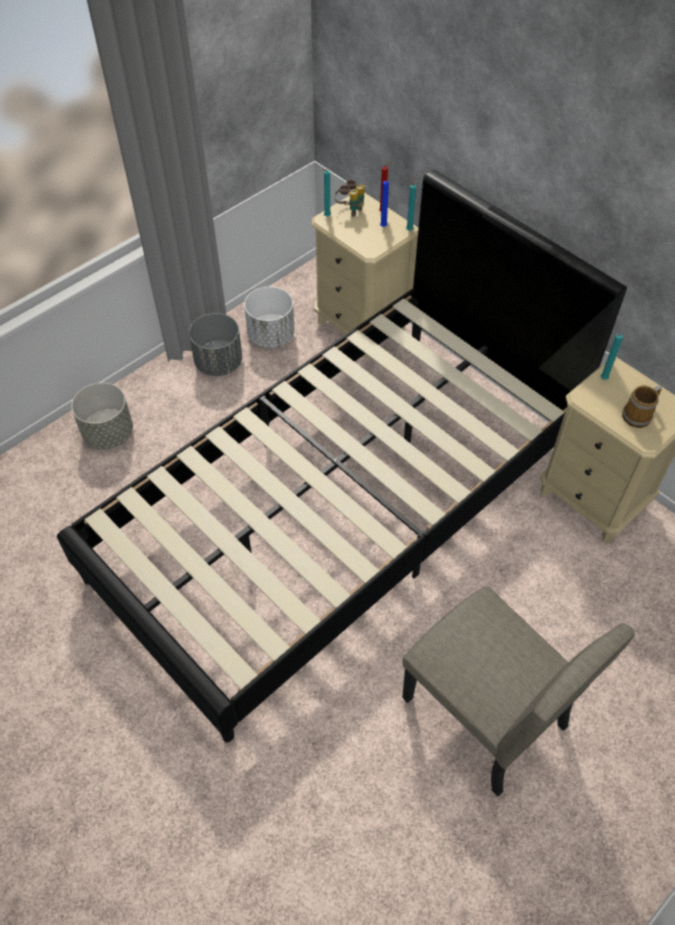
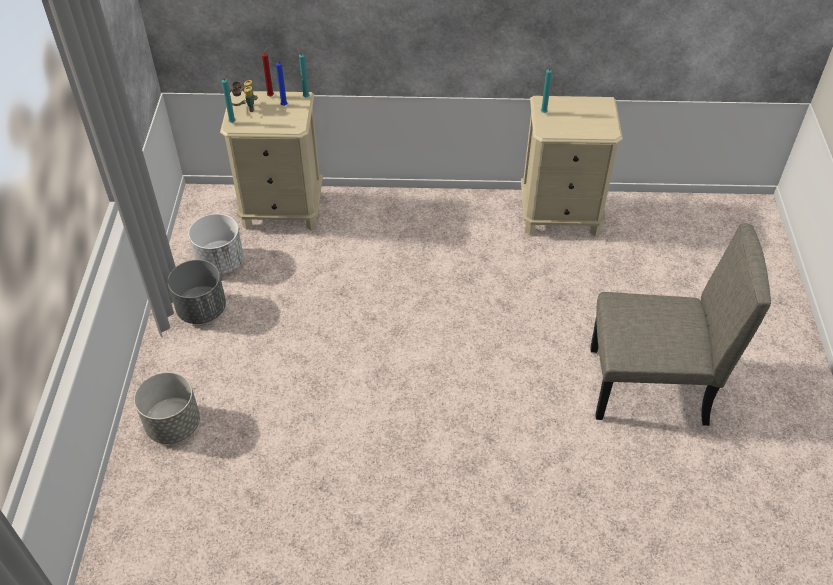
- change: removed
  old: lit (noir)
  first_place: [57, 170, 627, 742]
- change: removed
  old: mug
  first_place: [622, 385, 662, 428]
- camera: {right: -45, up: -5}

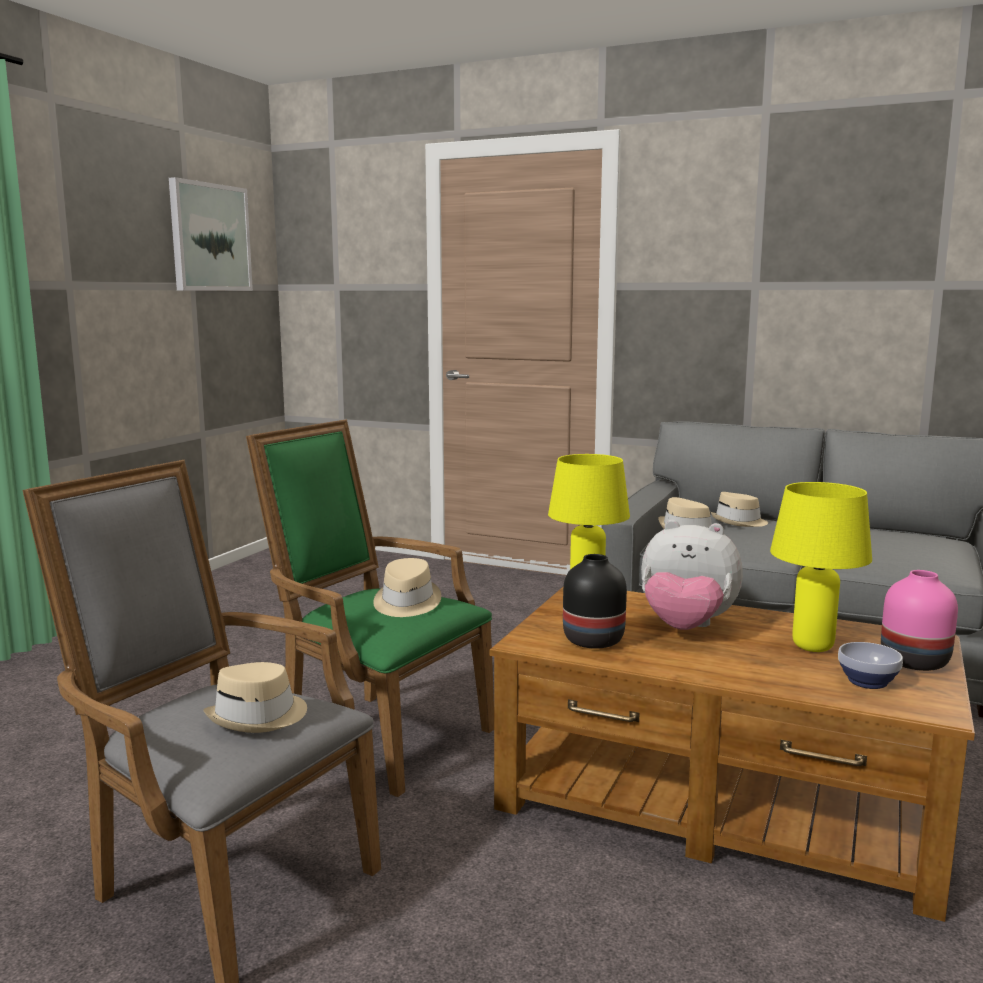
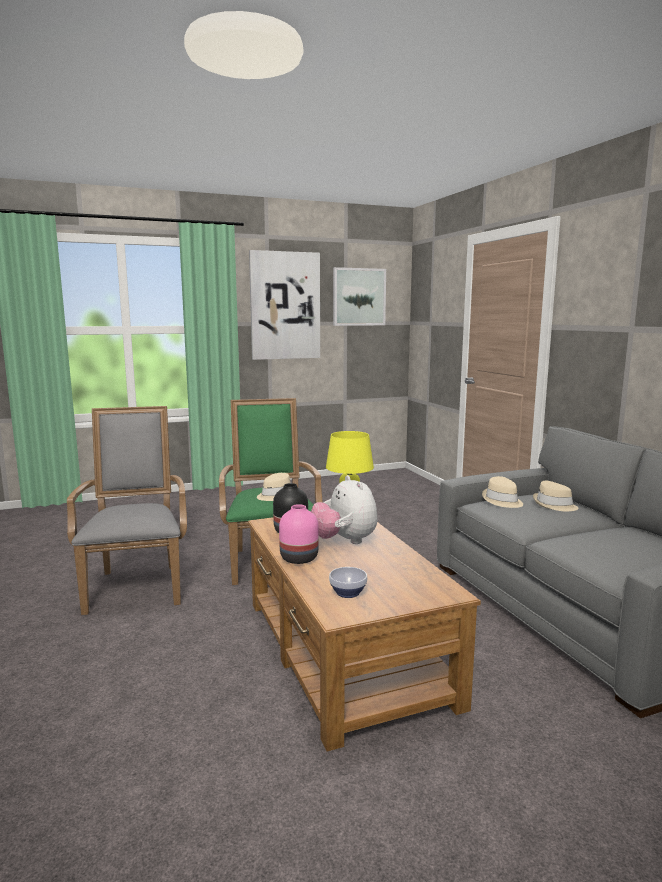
- change: added
  new: tableau
  second_place: [249, 250, 320, 360]
- change: moved
  old: vase (rose)
  first_place: [881, 570, 958, 671]
  second_place: [279, 504, 319, 564]
- change: removed
  old: chapeau (beige)
  first_place: [203, 662, 307, 733]
- change: removed
  old: lampe de table (jaune)
  first_place: [770, 482, 872, 652]
- camera: {right: 45, up: 0}

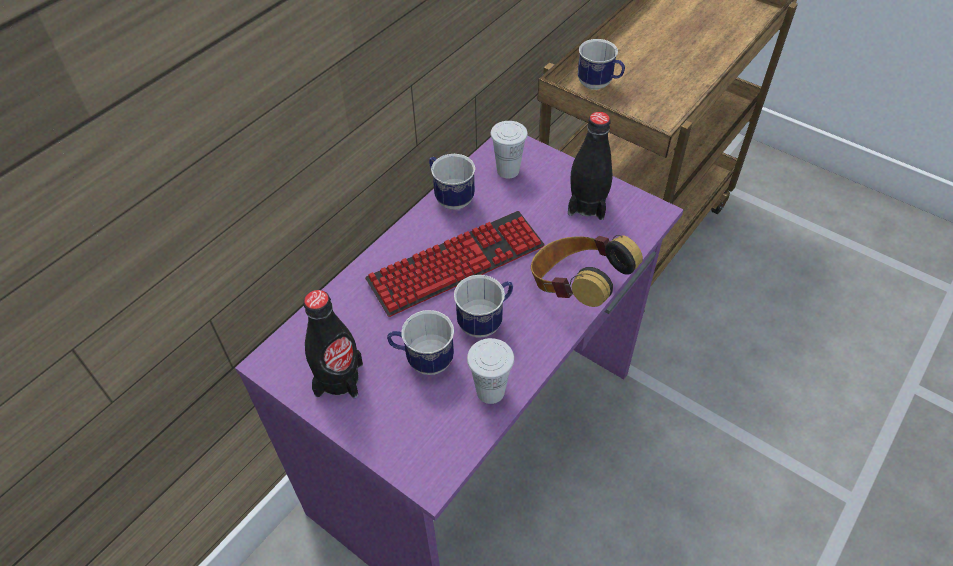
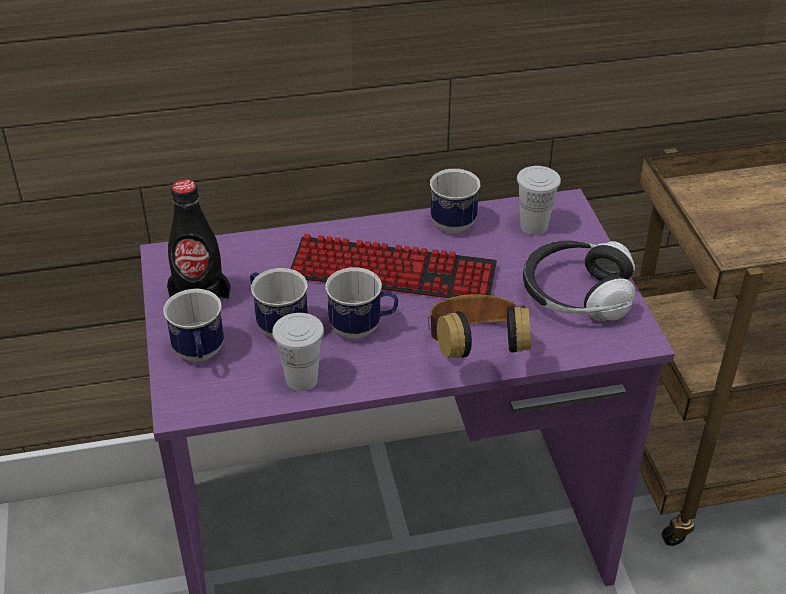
- change: moved
  old: mug
  first_place: [578, 39, 625, 90]
  second_place: [164, 289, 224, 362]
- change: replaced
  old: bouteille (noir)
  new: casque audio
  first_place: [568, 112, 613, 220]
  second_place: [523, 240, 635, 321]
- camera: {right: 40, up: -10}

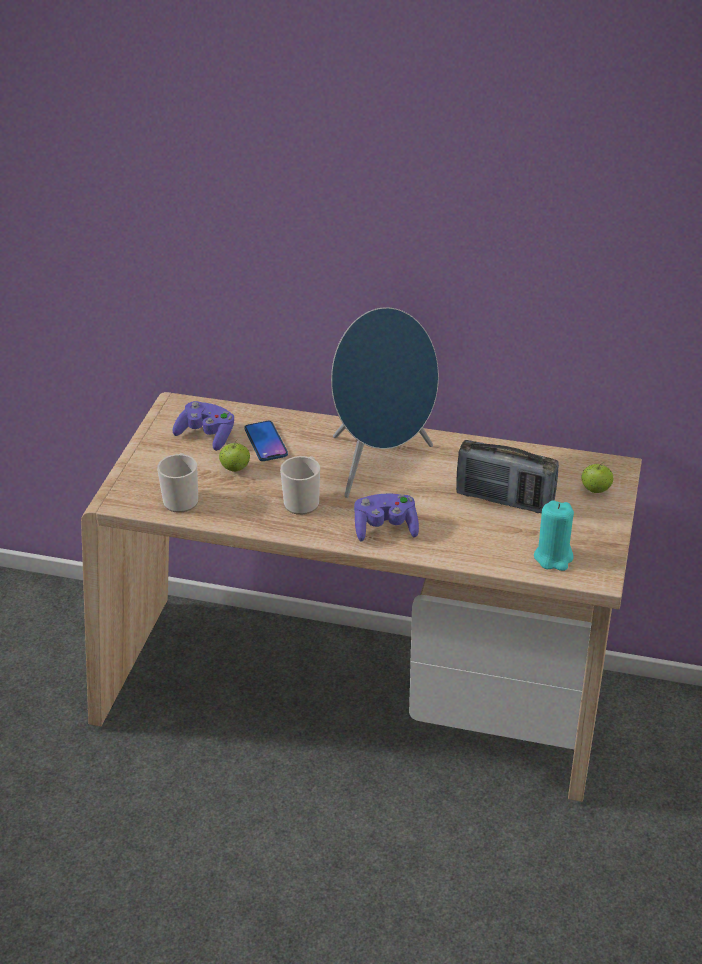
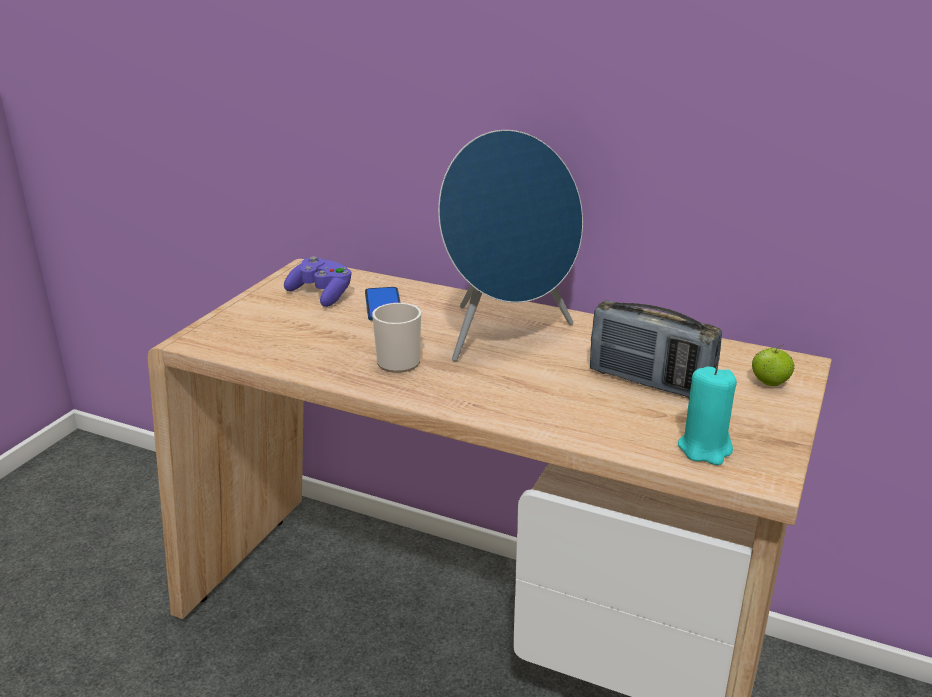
- change: removed
  old: mug
  first_place: [157, 453, 198, 513]
- change: removed
  old: pomme
  first_place: [219, 439, 250, 472]
- change: removed
  old: manette (violet)
  first_place: [354, 494, 419, 542]
- camera: {right: 10, up: -10}

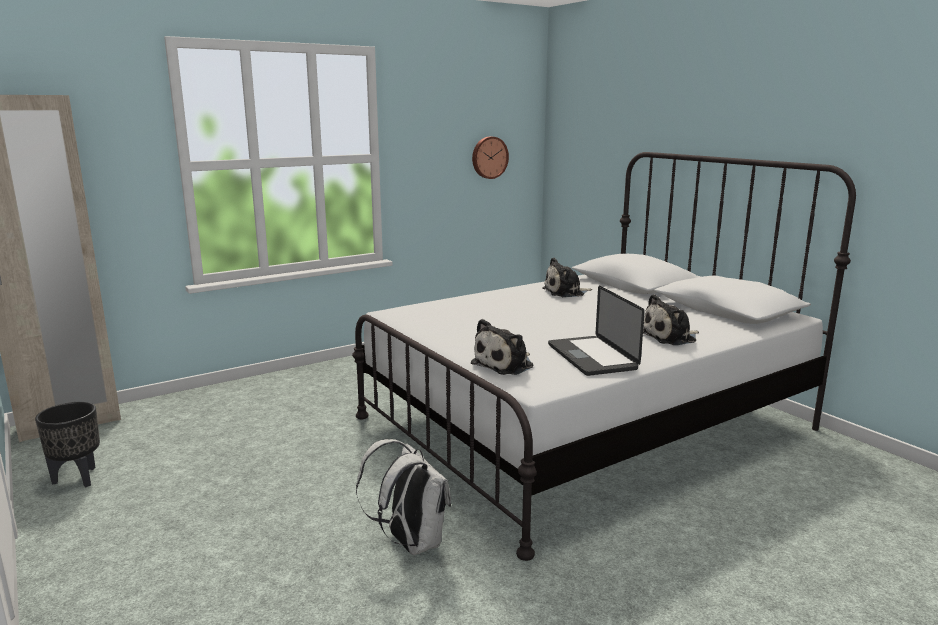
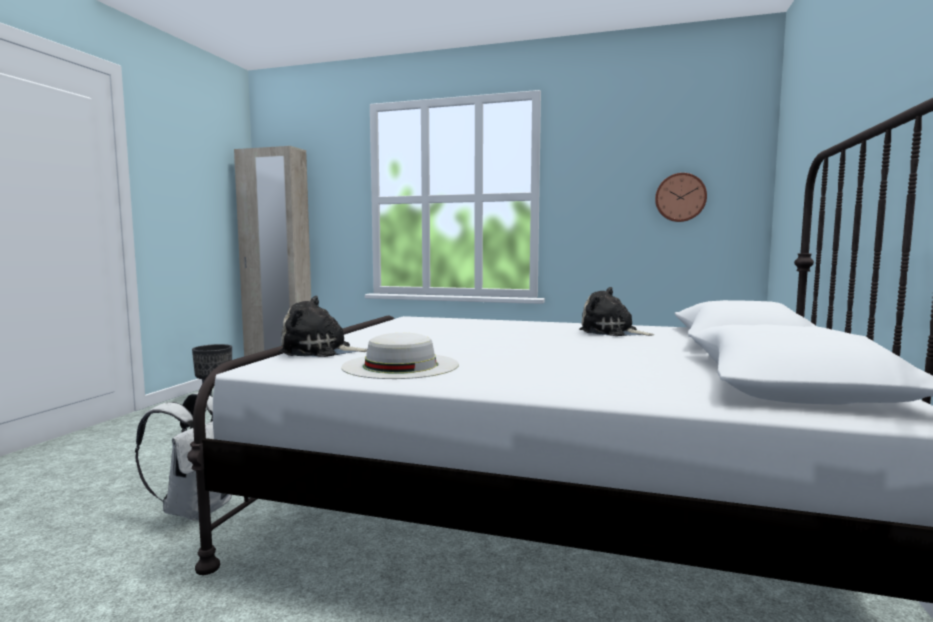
- change: replaced
  old: ordinateur portable
  new: chapeau (blanc)
  first_place: [548, 285, 645, 376]
  second_place: [341, 333, 459, 379]
- change: removed
  old: peluche
  first_place: [643, 294, 699, 345]
- camera: {right: 50, up: -10}

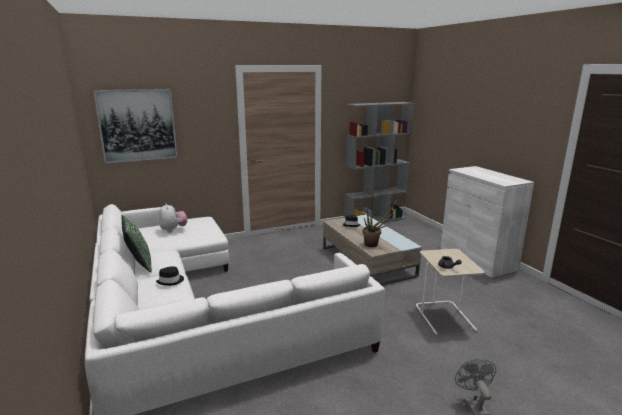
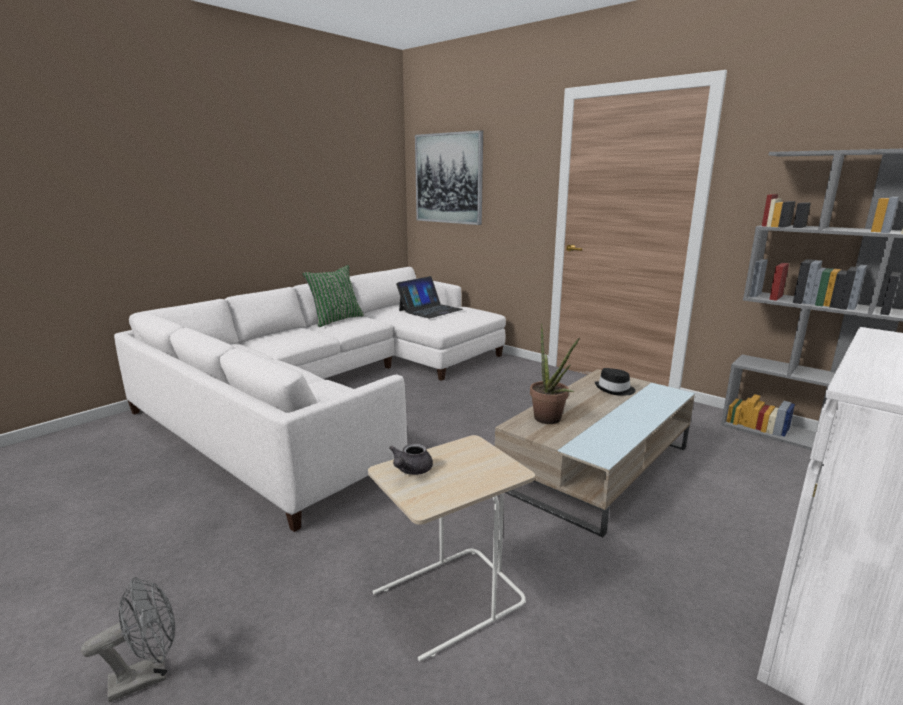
- change: replaced
  old: peluche
  new: ordinateur portable
  first_place: [159, 203, 187, 233]
  second_place: [396, 276, 463, 318]
- change: removed
  old: chapeau (noir)
  first_place: [156, 266, 184, 286]
- camera: {right: 65, up: 0}

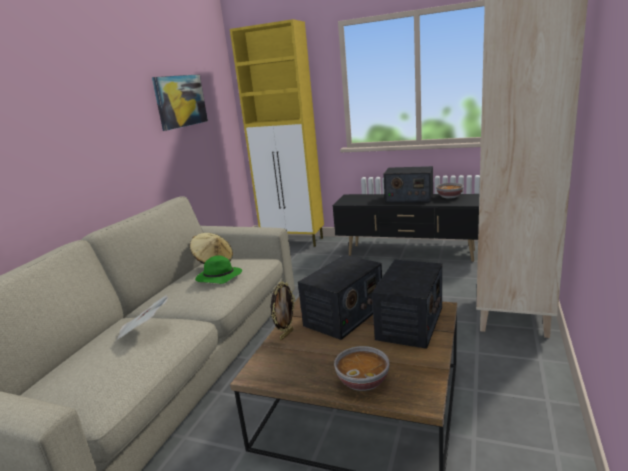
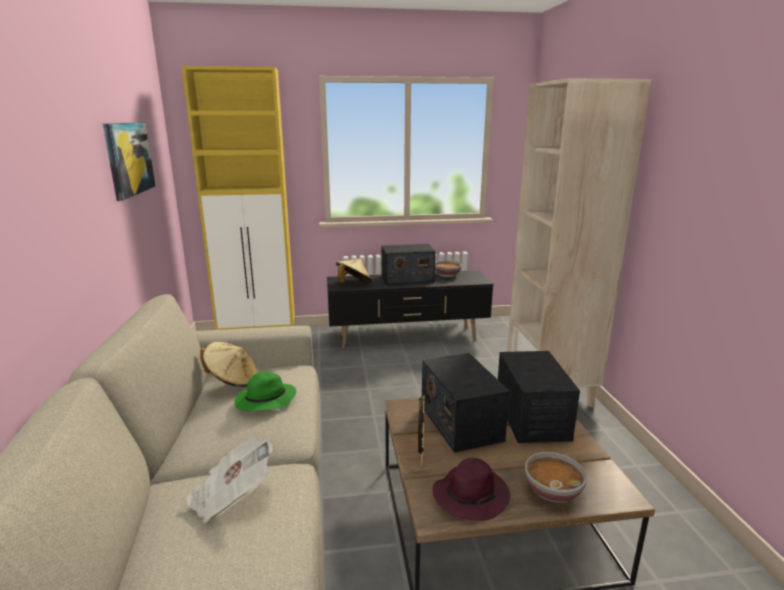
- change: added
  new: chapeau (beige)
  second_place: [336, 259, 372, 283]
- change: turned
  old: radio
  first_place: [298, 255, 382, 340]
  second_place: [422, 353, 510, 453]
  degrees: 150
- change: added
  new: chapeau (violet)
  second_place: [433, 458, 510, 521]
- camera: {right: -30, up: 0}

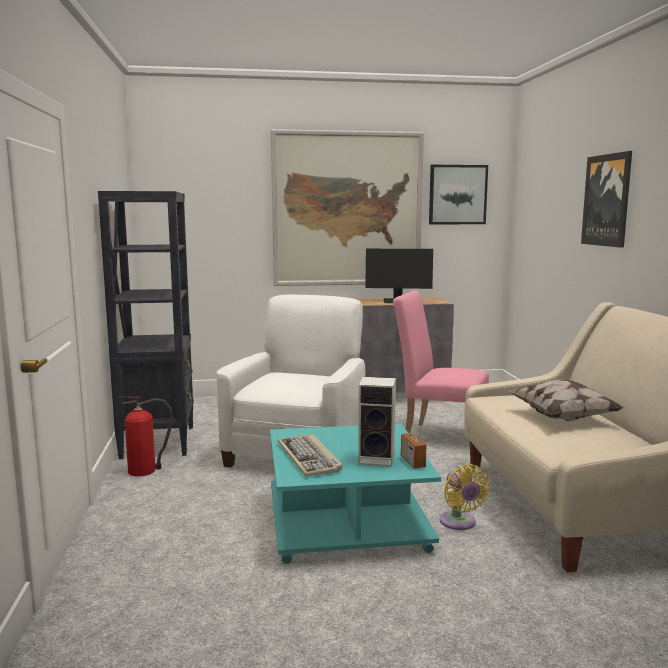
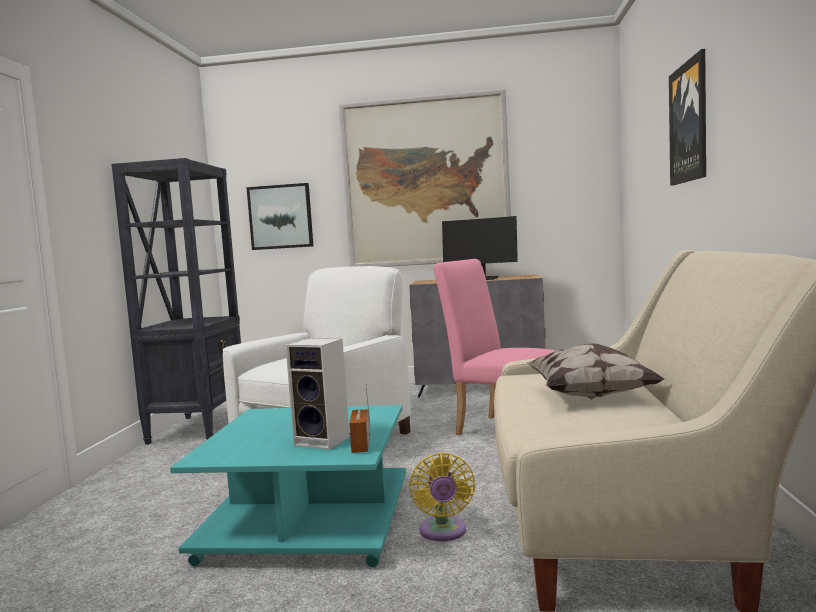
- change: moved
  old: tableau
  first_place: [429, 165, 488, 224]
  second_place: [246, 183, 313, 250]
- change: removed
  old: extincteur
  first_place: [118, 396, 173, 476]
- change: removed
  old: clavier
  first_place: [278, 434, 343, 476]
- camera: {right: 15, up: -5}

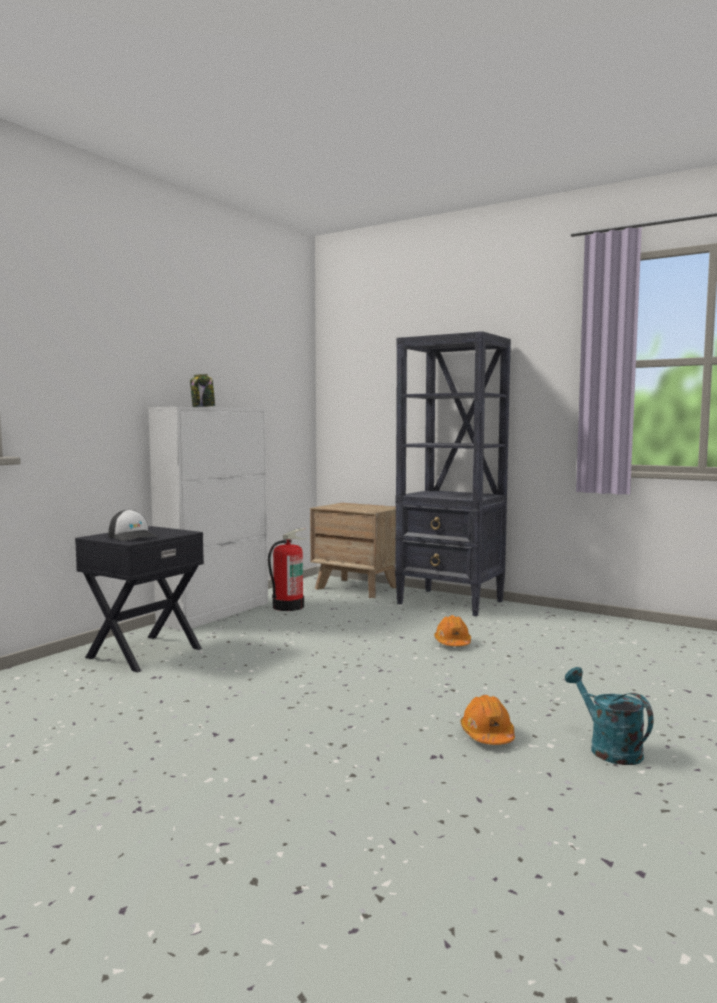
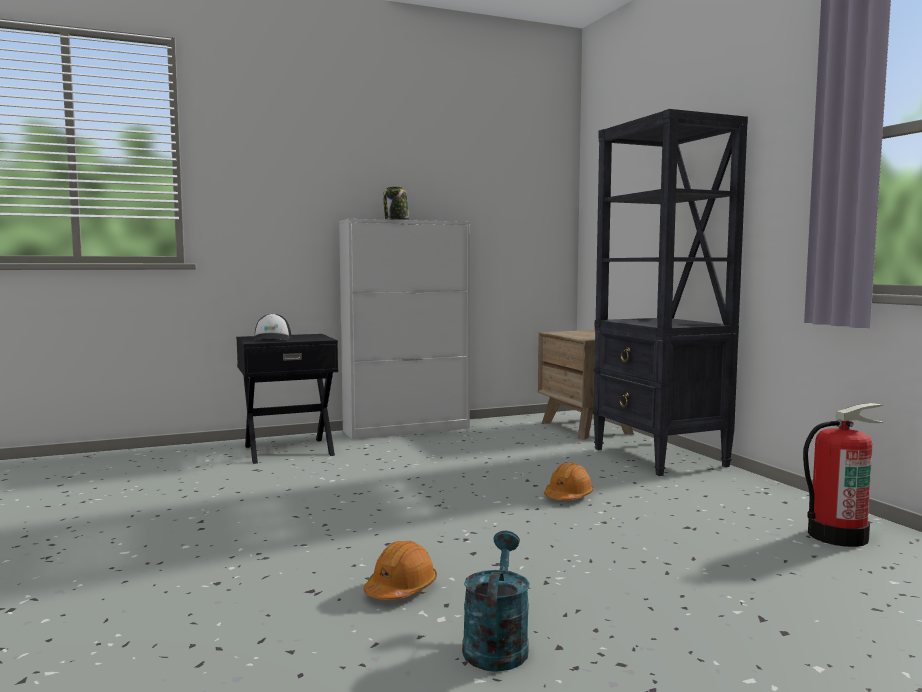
- change: moved
  old: extincteur
  first_place: [268, 528, 309, 611]
  second_place: [803, 403, 887, 547]
- camera: {right: 35, up: 0}

